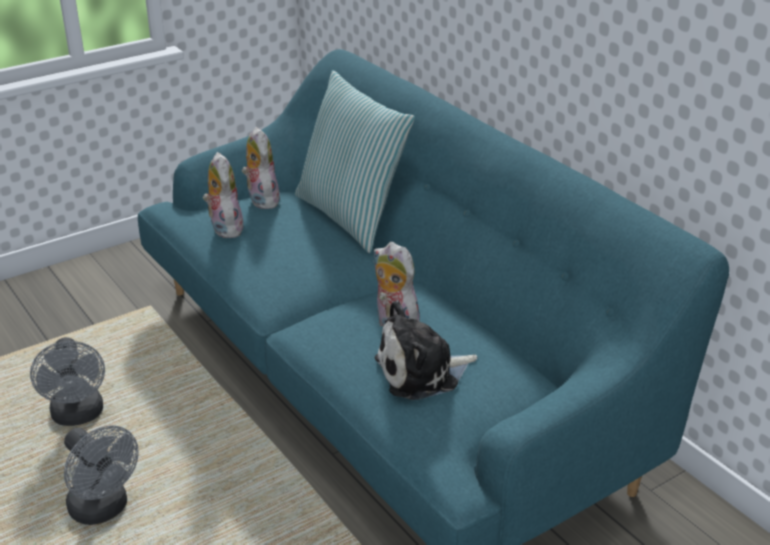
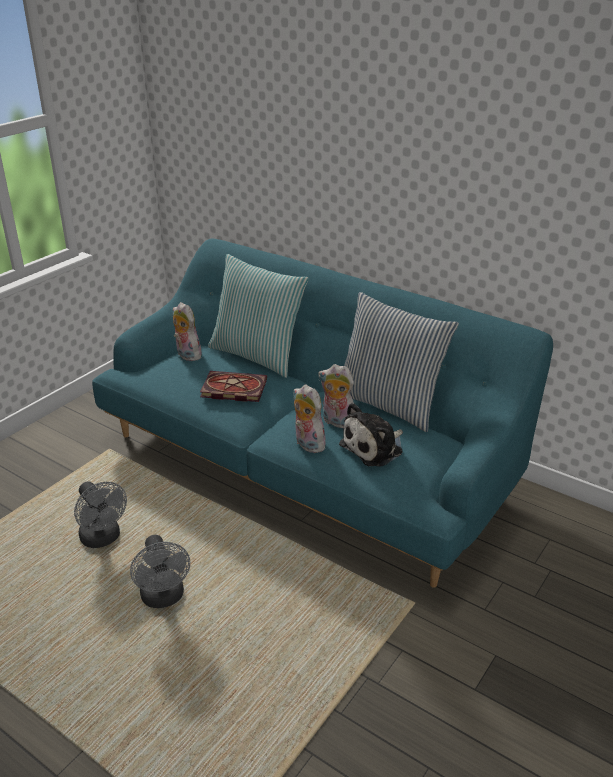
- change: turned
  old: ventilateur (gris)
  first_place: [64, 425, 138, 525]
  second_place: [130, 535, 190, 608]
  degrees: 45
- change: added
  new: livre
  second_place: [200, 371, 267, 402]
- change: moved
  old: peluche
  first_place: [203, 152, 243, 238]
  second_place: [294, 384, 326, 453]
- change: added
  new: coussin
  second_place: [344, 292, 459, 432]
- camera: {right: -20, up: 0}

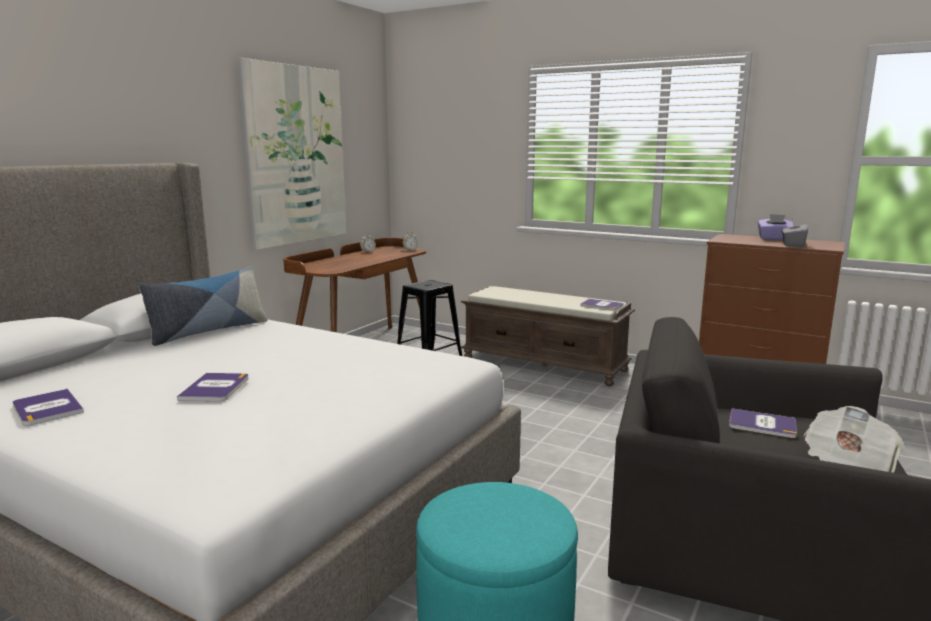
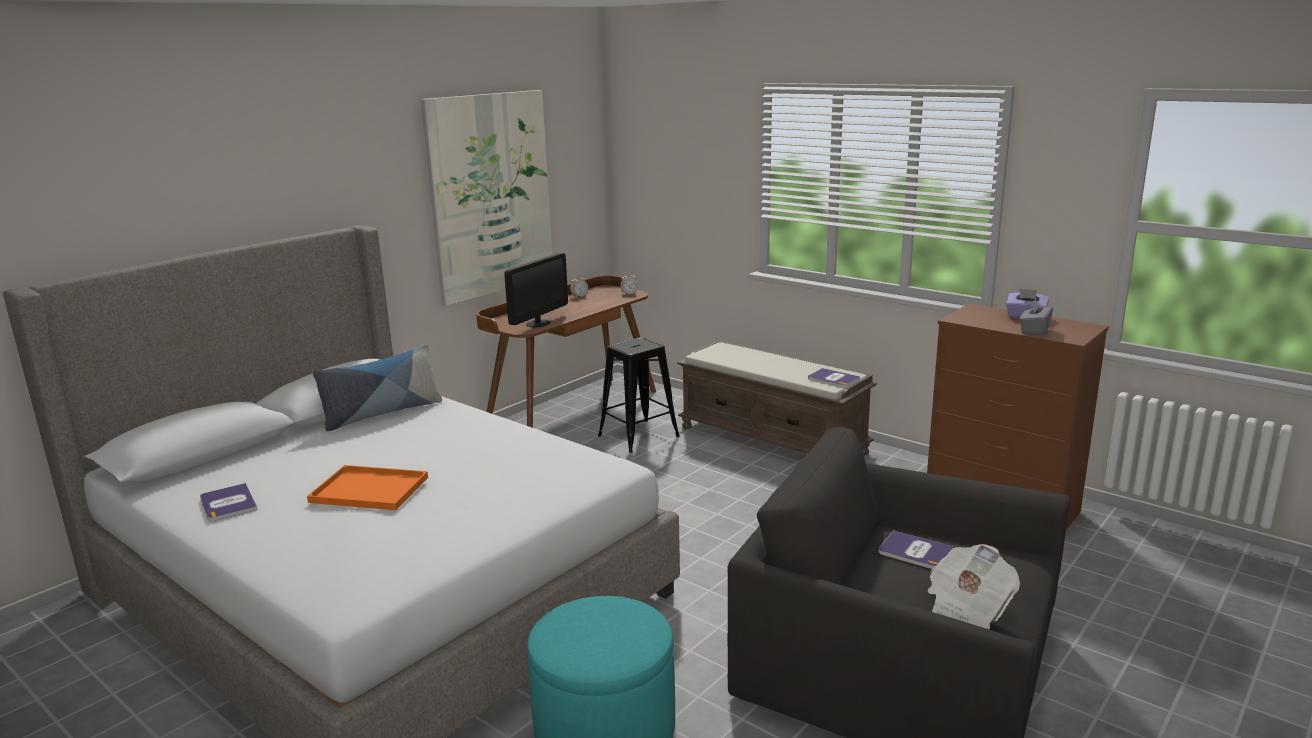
- change: replaced
  old: livre
  new: plateau (orange)
  first_place: [177, 373, 249, 401]
  second_place: [307, 465, 428, 510]
- change: added
  new: écran d'ordinateur
  second_place: [504, 253, 568, 328]
- camera: {right: 10, up: 5}

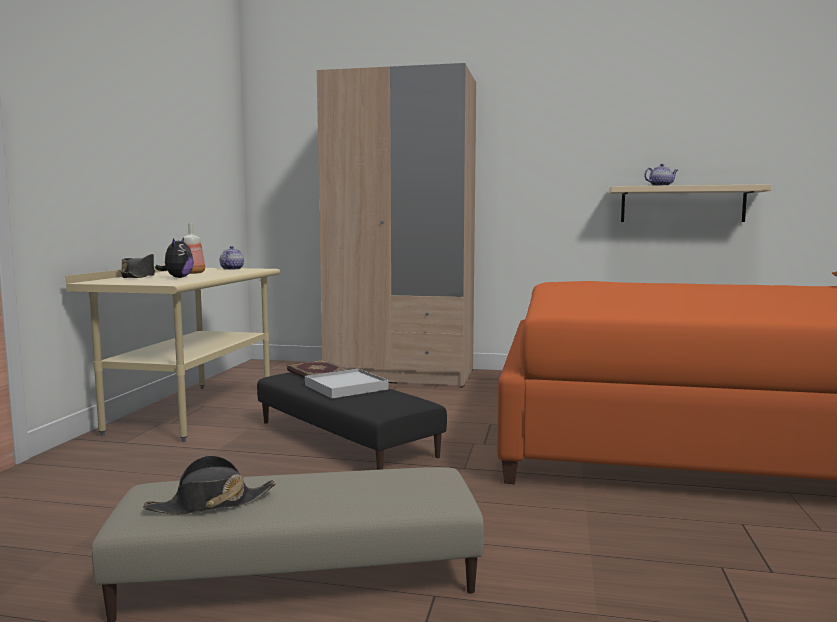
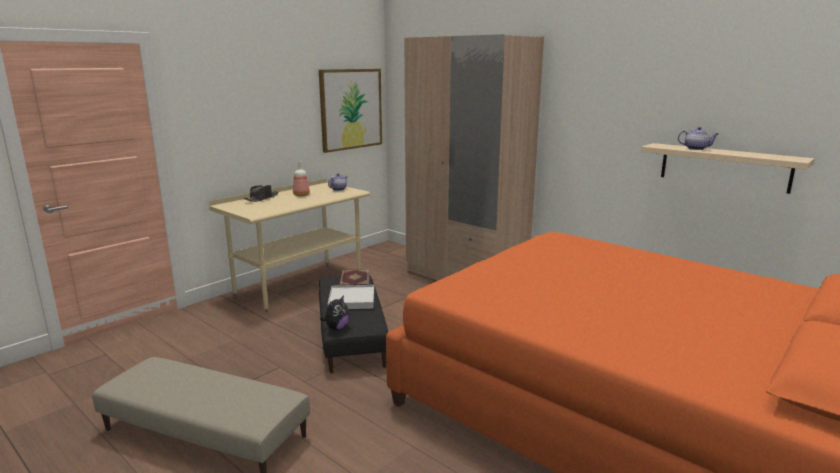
- change: added
  new: tableau
  second_place: [319, 69, 382, 153]
- change: moved
  old: peluche
  first_place: [155, 238, 193, 278]
  second_place: [320, 295, 350, 330]
- change: removed
  old: chapeau (noir)
  first_place: [143, 455, 276, 515]
- camera: {right: 30, up: 10}

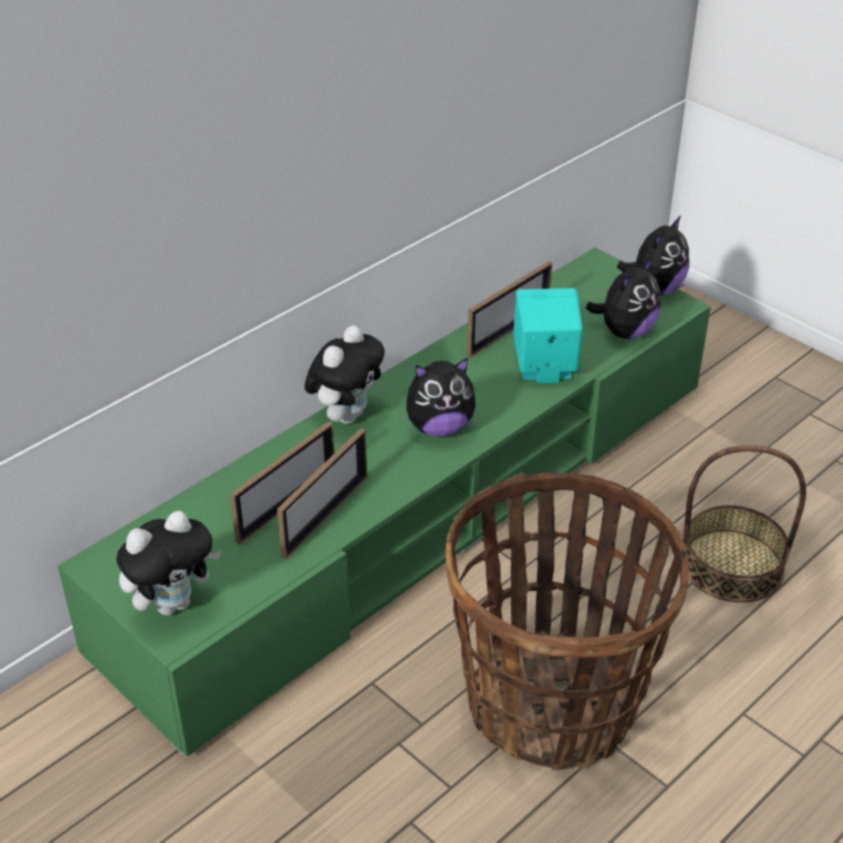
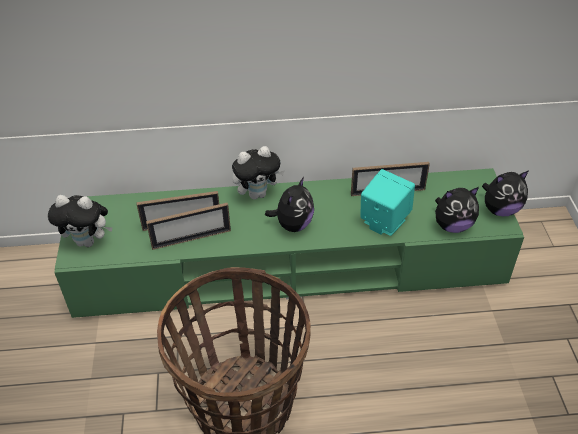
- change: turned
  old: peluche
  first_place: [406, 358, 476, 436]
  second_place: [265, 177, 314, 232]
  degrees: -90
- change: removed
  old: panier
  first_place: [683, 445, 806, 602]
- camera: {right: 40, up: 5}

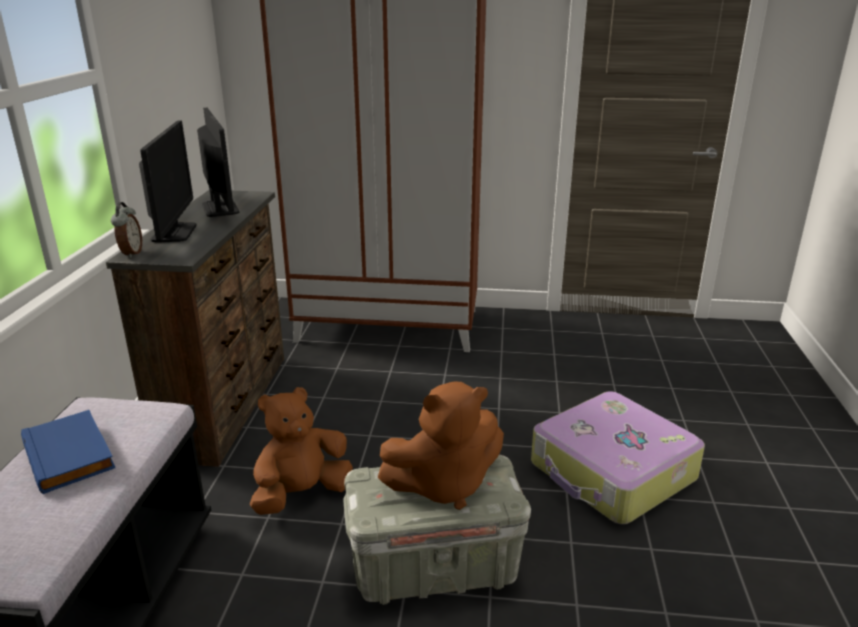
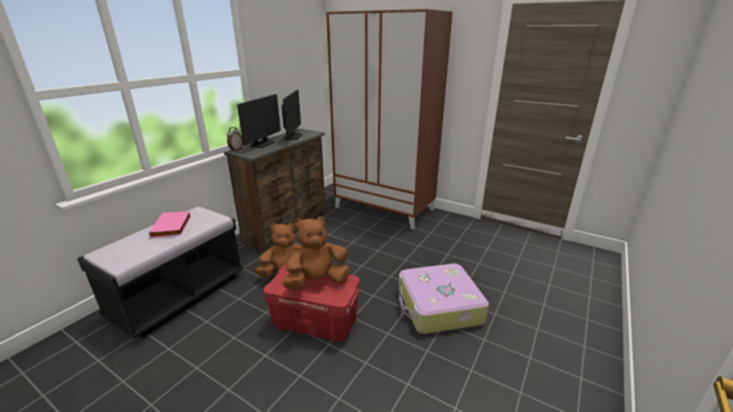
- change: recoloured
  old: livre (bleu)
  new: livre (rose)
  first_place: [21, 410, 115, 494]
  second_place: [149, 211, 191, 238]
- change: recoloured
  old: boîte de rangement (gris)
  new: boîte de rangement (rouge)
  first_place: [343, 455, 531, 605]
  second_place: [263, 265, 360, 342]
- change: turned
  old: peluche (marron)
  first_place: [378, 381, 504, 510]
  second_place: [282, 217, 350, 290]
  degrees: 150
- camera: {right: 25, up: 0}

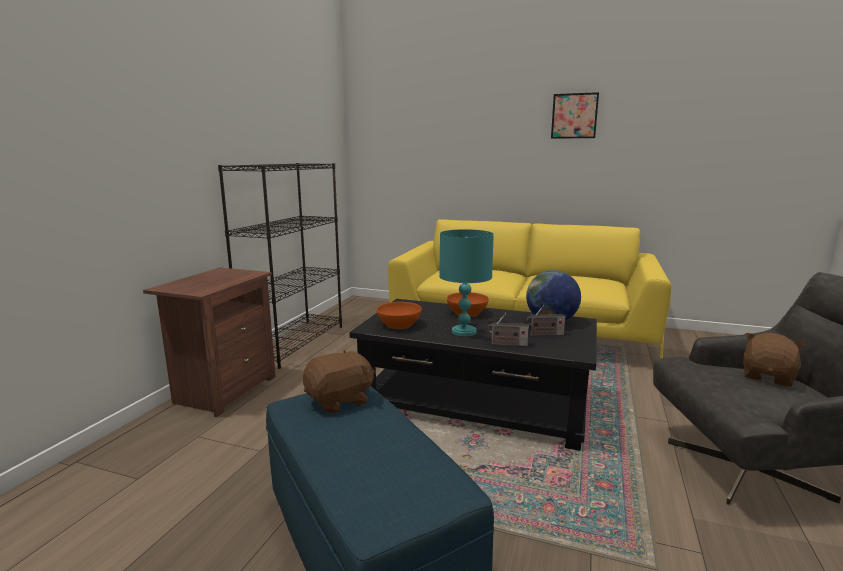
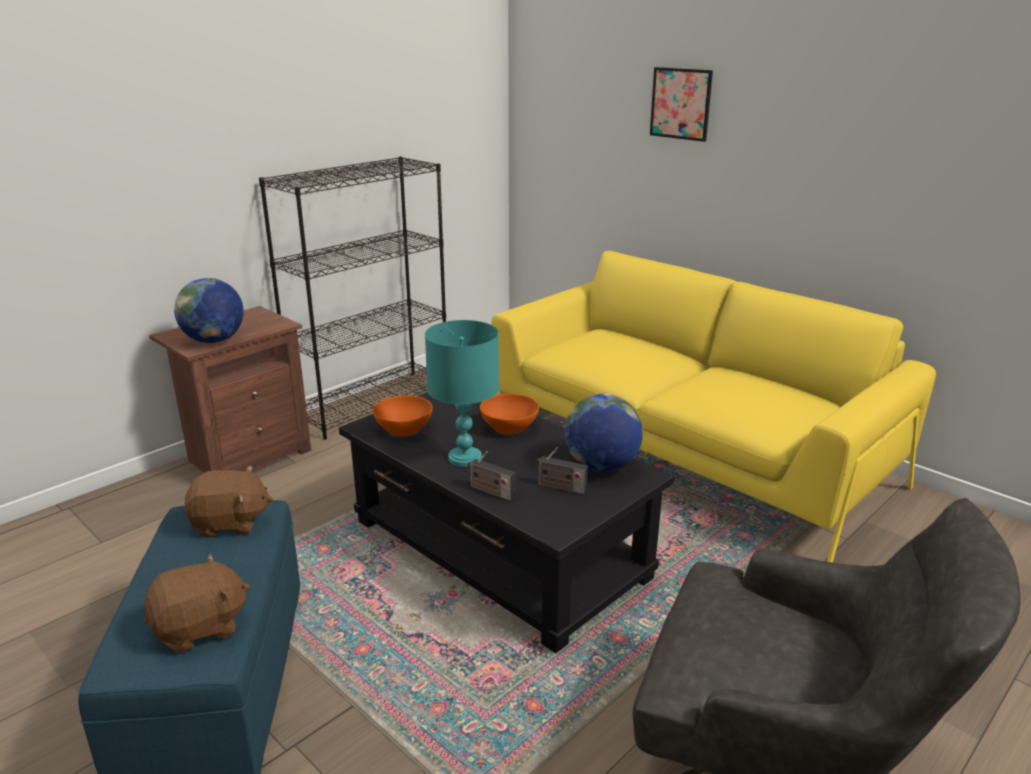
- change: moved
  old: peluche (marron)
  first_place: [743, 333, 805, 387]
  second_place: [144, 554, 250, 653]
- change: added
  new: globe
  second_place: [174, 278, 244, 343]
- change: moved
  old: tableau
  first_place: [551, 92, 599, 139]
  second_place: [650, 67, 713, 142]
- camera: {right: 25, up: 10}

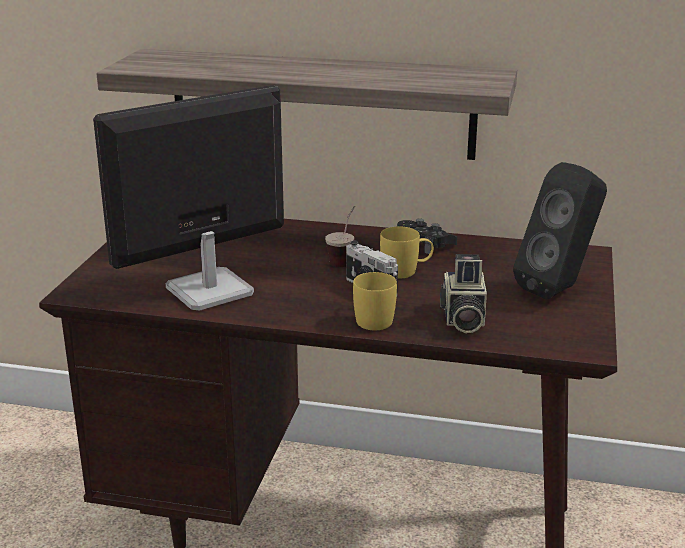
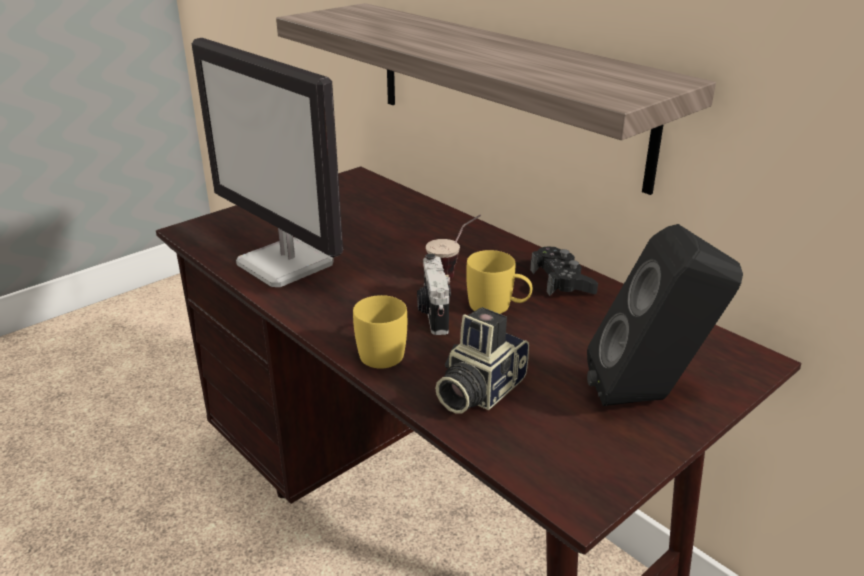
- change: turned
  old: écran d'ordinateur
  first_place: [93, 85, 284, 310]
  second_place: [192, 38, 343, 287]
  degrees: -135
- camera: {right: 35, up: 5}

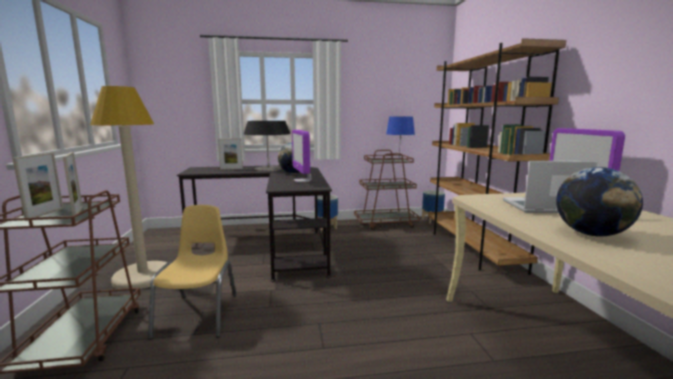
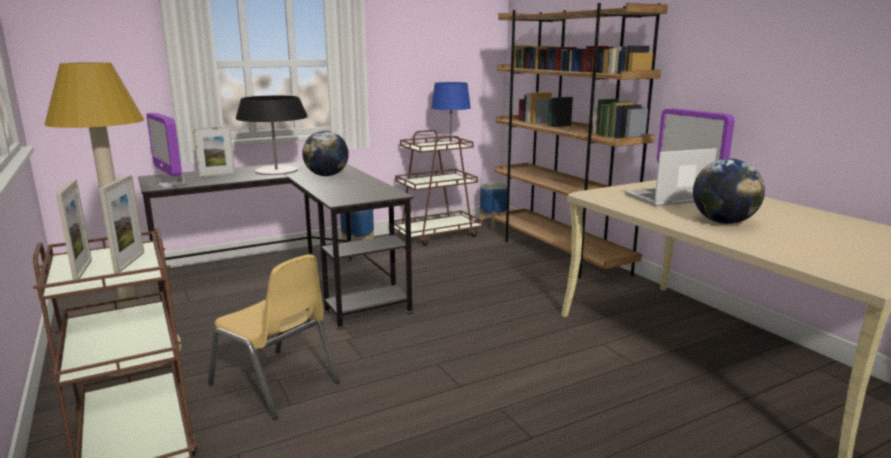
- change: turned
  old: cadre photo
  first_place: [63, 152, 83, 218]
  second_place: [99, 175, 144, 274]
  degrees: 45
- change: moved
  old: écran d'ordinateur
  first_place: [292, 130, 311, 182]
  second_place: [147, 113, 185, 188]
- change: turned
  old: chaise (jaune)
  first_place: [148, 205, 237, 340]
  second_place: [208, 255, 340, 420]
  degrees: 150
- camera: {right: -20, up: 5}

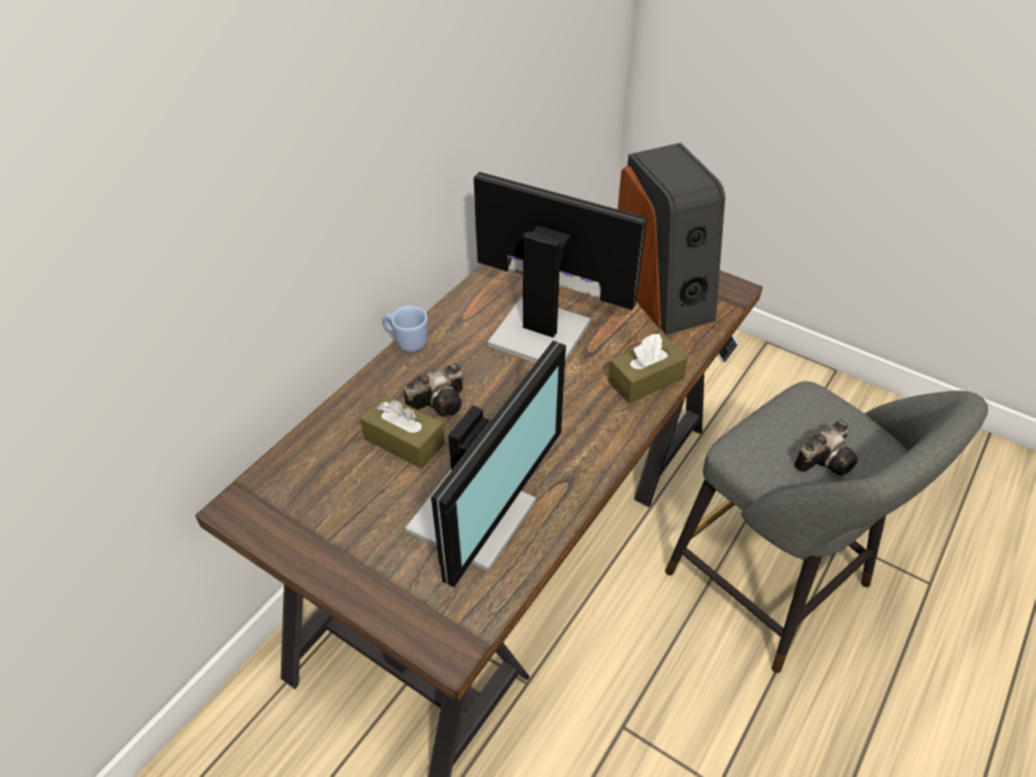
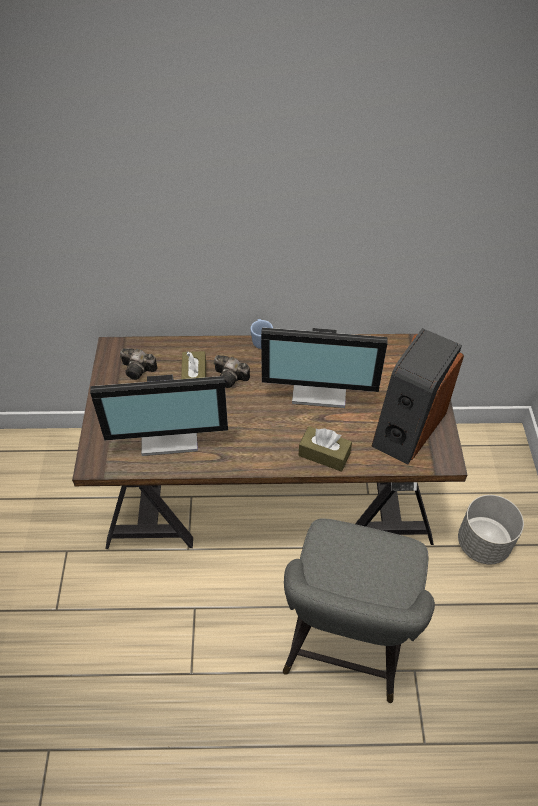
- change: moved
  old: appareil photo
  first_place: [794, 420, 858, 476]
  second_place: [120, 348, 157, 380]
- change: turned
  old: écran d'ordinateur
  first_place: [474, 172, 647, 363]
  second_place: [261, 328, 388, 408]
  degrees: 105
- change: added
  new: cache-pot (gris)
  second_place: [458, 495, 524, 564]
- camera: {right: 55, up: 5}

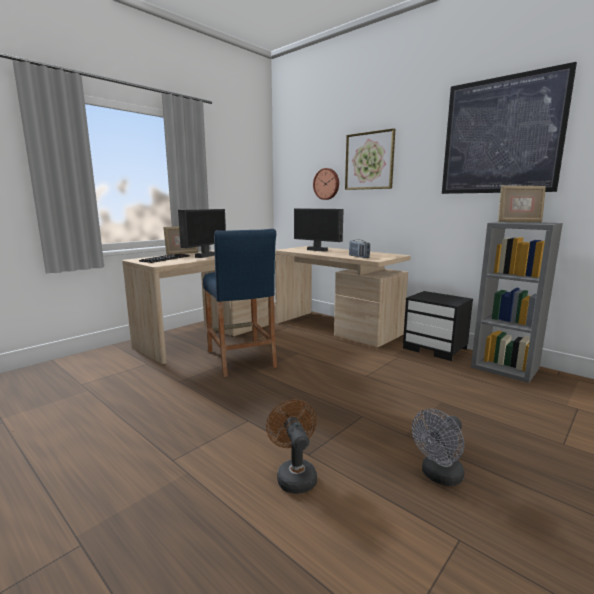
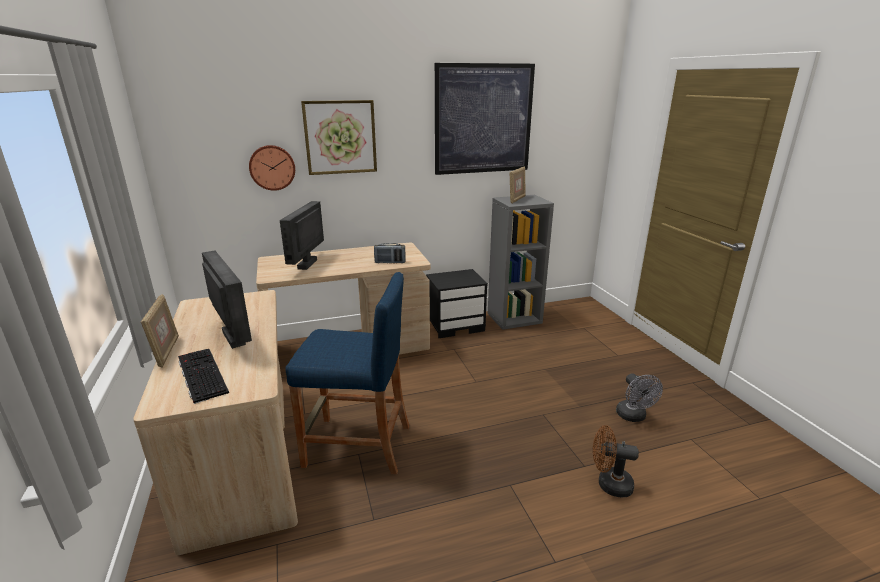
- change: turned
  old: écran d'ordinateur
  first_place: [294, 209, 344, 252]
  second_place: [280, 201, 324, 270]
  degrees: 120
- camera: {right: -60, up: 10}

